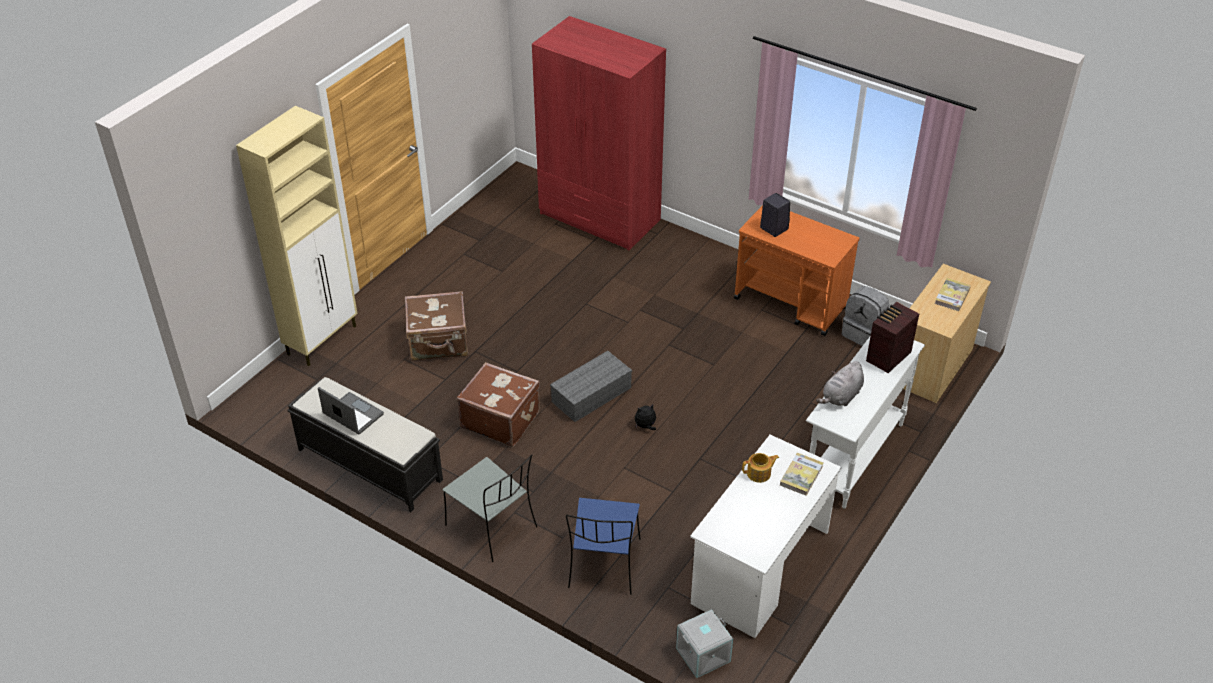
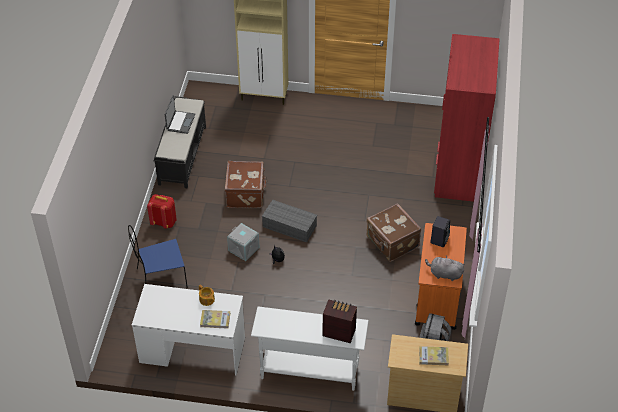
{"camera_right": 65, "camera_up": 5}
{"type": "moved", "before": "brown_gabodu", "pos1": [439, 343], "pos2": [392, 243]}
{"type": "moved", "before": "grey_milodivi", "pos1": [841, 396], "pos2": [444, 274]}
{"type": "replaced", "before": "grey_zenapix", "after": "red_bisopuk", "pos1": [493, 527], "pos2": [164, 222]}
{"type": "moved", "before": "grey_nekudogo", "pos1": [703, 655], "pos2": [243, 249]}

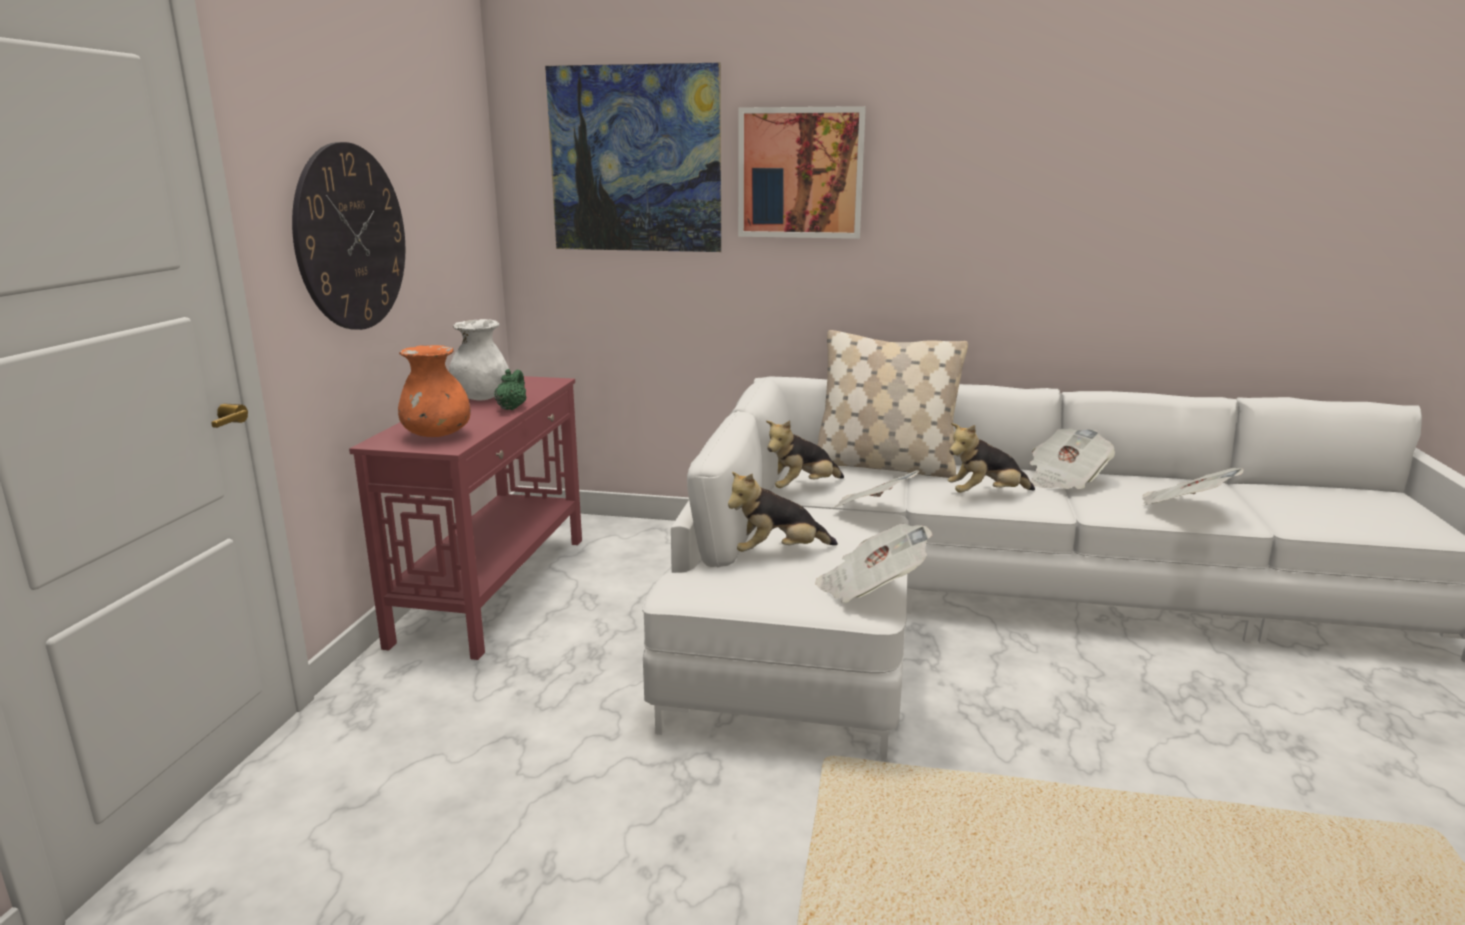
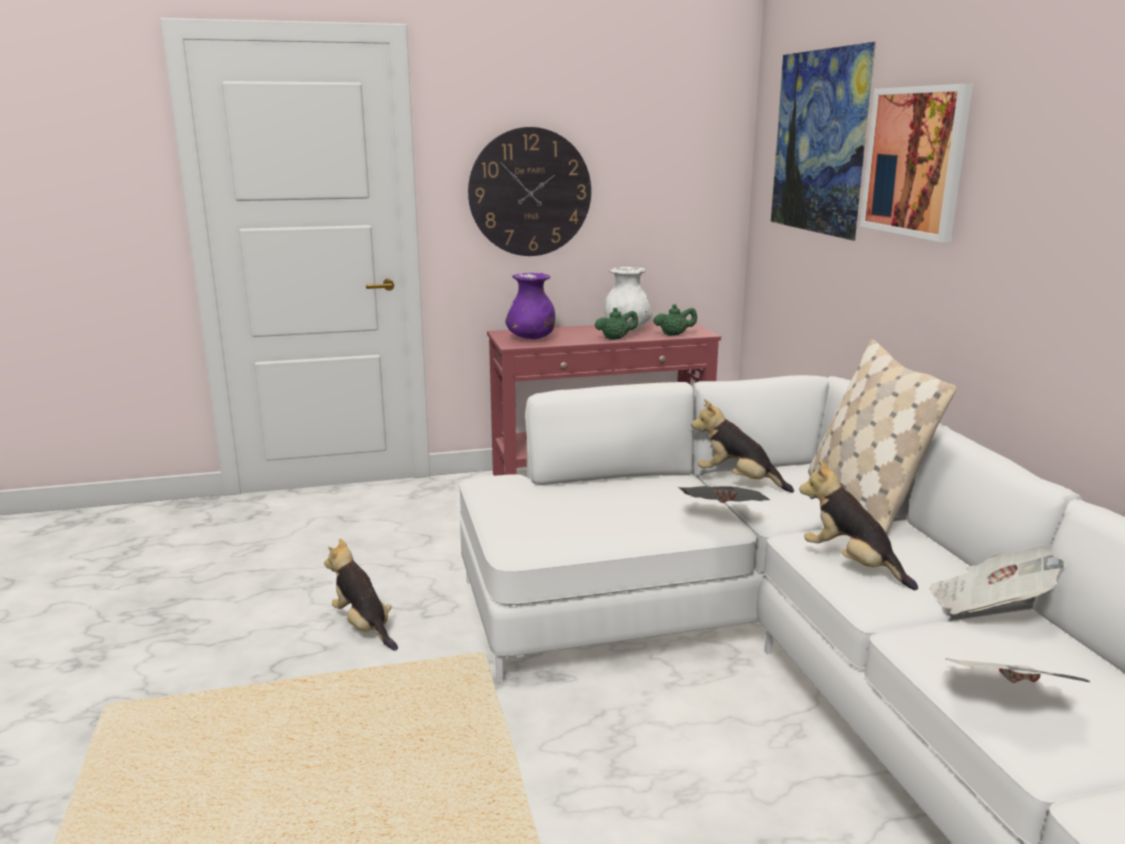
{"camera_right": 65, "camera_up": 0}
{"type": "recoloured", "before": "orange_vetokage", "after": "purple_vetokage", "pos1": [437, 436], "pos2": [531, 338]}
{"type": "moved", "before": "milodivi", "pos1": [777, 553], "pos2": [363, 626]}
{"type": "removed", "before": "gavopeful", "pos1": [870, 588]}
{"type": "added", "after": "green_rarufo", "pos2": [674, 335]}

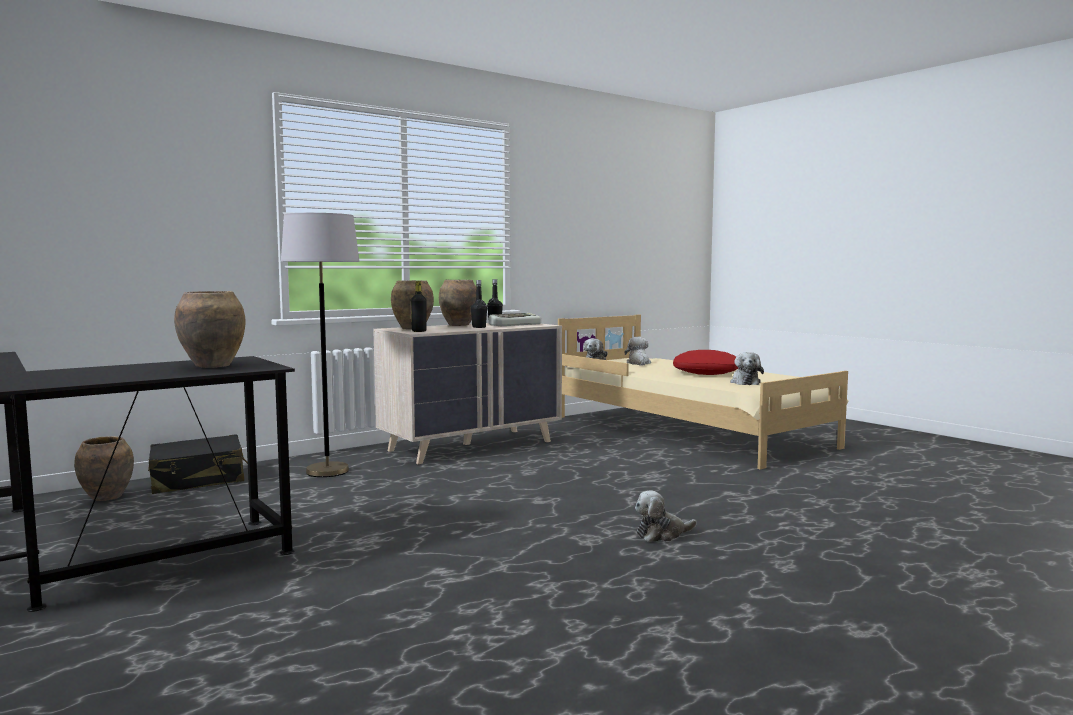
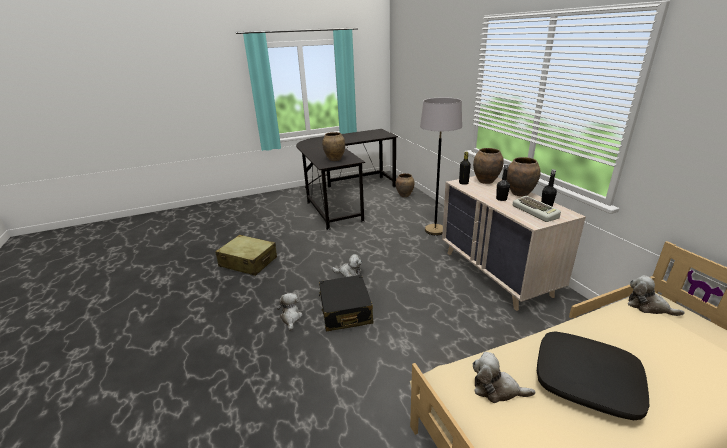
{"camera_right": 105, "camera_up": 20}
{"type": "moved", "before": "milodivi", "pos1": [638, 363], "pos2": [349, 273]}
{"type": "recoloured", "before": "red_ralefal", "after": "black_ralefal", "pos1": [705, 372], "pos2": [586, 380]}
{"type": "moved", "before": "black_gabodu", "pos1": [198, 480], "pos2": [345, 311]}
{"type": "added", "after": "beige_gabodu", "pos2": [248, 262]}

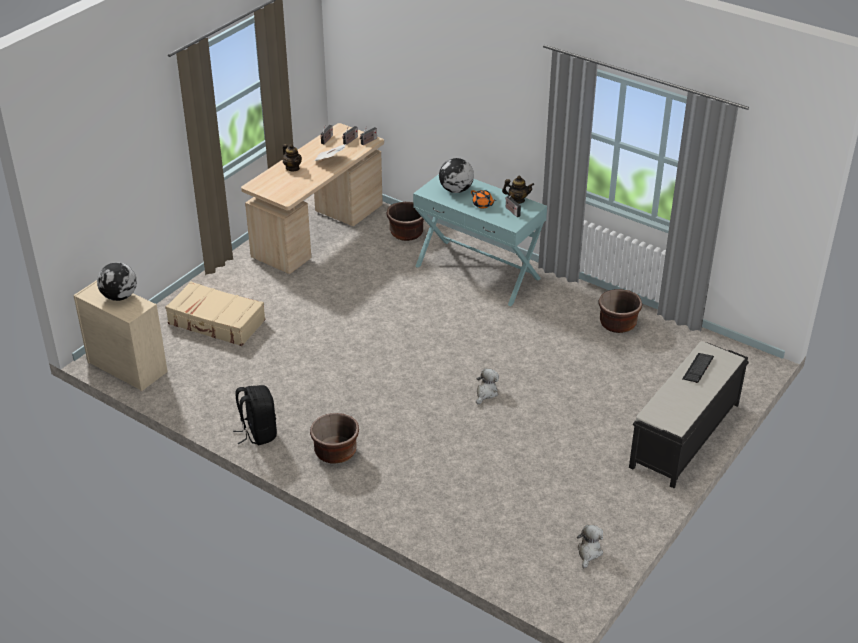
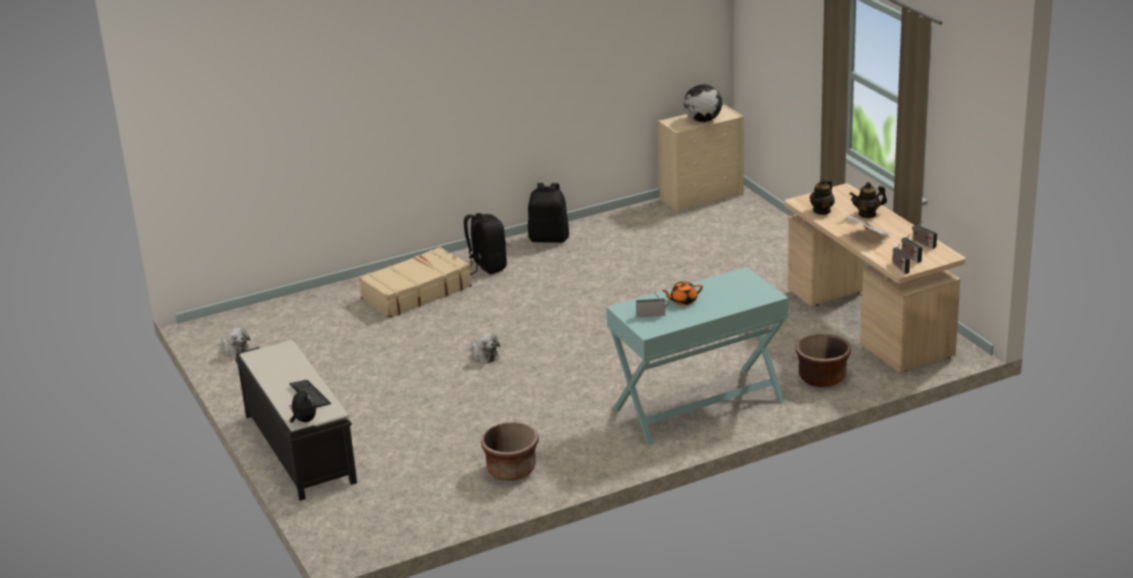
{"camera_right": 120, "camera_up": -10}
{"type": "removed", "before": "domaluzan", "pos1": [455, 190]}
{"type": "moved", "before": "rarufo", "pos1": [517, 200], "pos2": [822, 211]}
{"type": "moved", "before": "beige_gabodu", "pos1": [216, 323], "pos2": [416, 293]}
{"type": "replaced", "before": "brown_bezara", "after": "black_bisopuk", "pos1": [335, 452], "pos2": [486, 267]}
{"type": "added", "after": "milodivi", "pos2": [303, 421]}

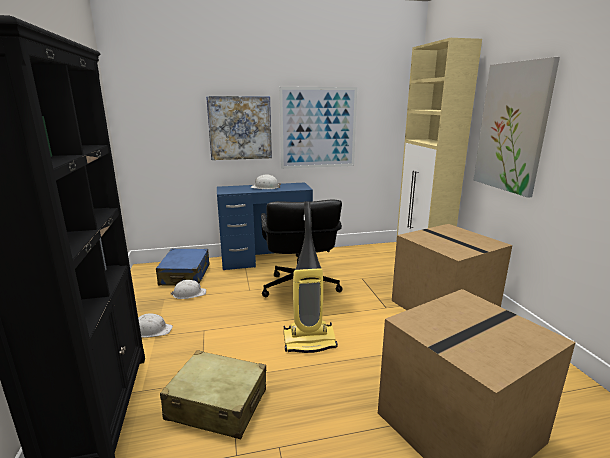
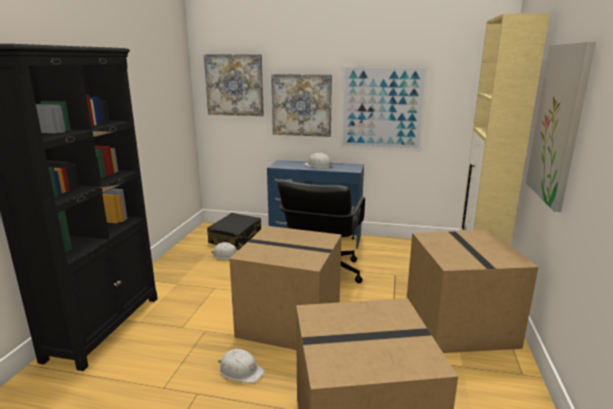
{"camera_right": 25, "camera_up": 0}
{"type": "replaced", "before": "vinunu", "after": "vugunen", "pos1": [309, 341], "pos2": [291, 320]}
{"type": "recoloured", "before": "blue_gabodu", "after": "black_gabodu", "pos1": [185, 275], "pos2": [235, 239]}
{"type": "moved", "before": "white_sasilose", "pos1": [151, 330], "pos2": [240, 370]}
{"type": "removed", "before": "beige_gabodu", "pos1": [217, 404]}
{"type": "added", "after": "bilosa", "pos2": [234, 85]}

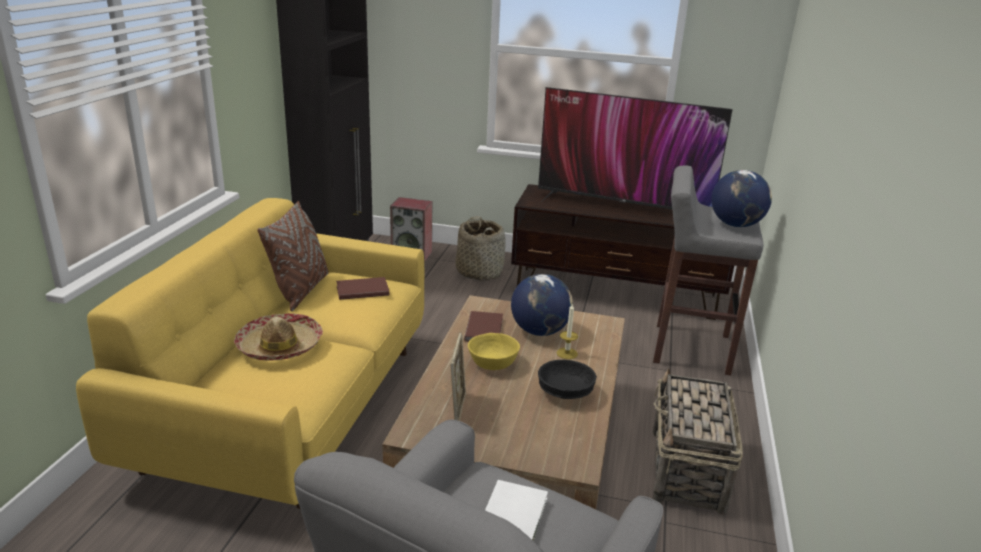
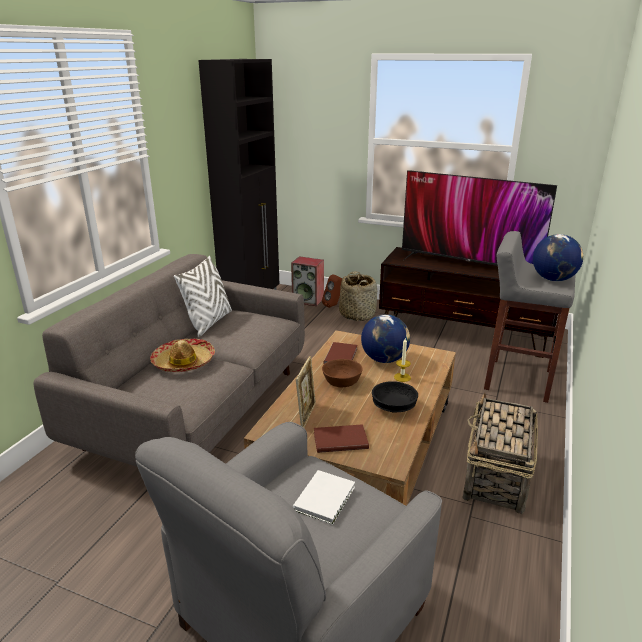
{"camera_right": 10, "camera_up": 0}
{"type": "recoloured", "before": "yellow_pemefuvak", "after": "grey_pemefuvak", "pos1": [291, 405], "pos2": [198, 407]}
{"type": "recoloured", "before": "brown_ralefal", "after": "white_ralefal", "pos1": [300, 291], "pos2": [208, 323]}
{"type": "moved", "before": "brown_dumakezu", "pos1": [361, 290], "pos2": [339, 440]}
{"type": "recoloured", "before": "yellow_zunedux", "after": "brown_zunedux", "pos1": [492, 363], "pos2": [341, 382]}
{"type": "added", "after": "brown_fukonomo", "pos2": [333, 305]}

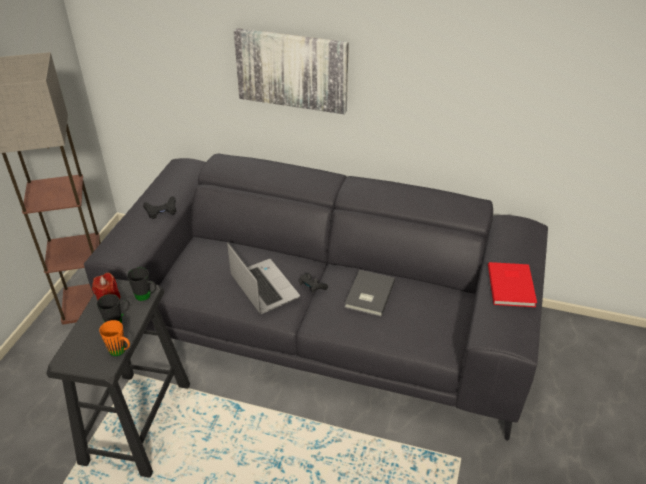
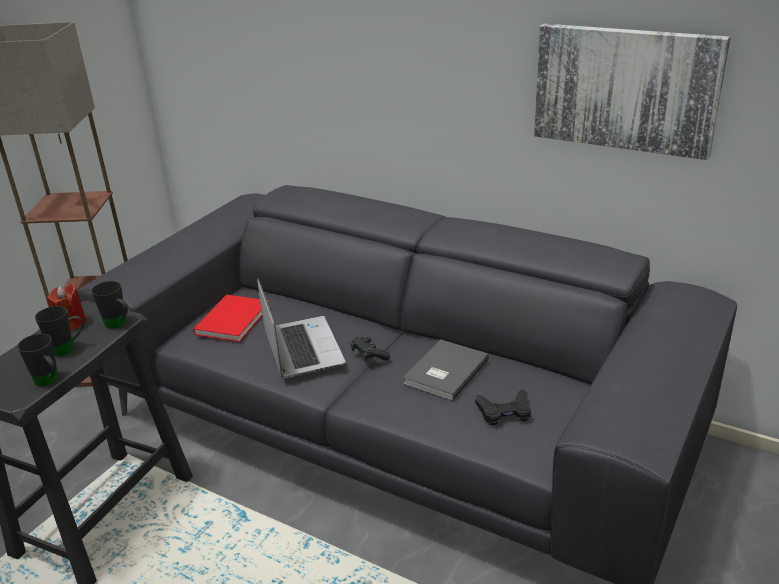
{"camera_right": 15, "camera_up": -10}
{"type": "moved", "before": "bilosa", "pos1": [292, 70], "pos2": [625, 89]}
{"type": "moved", "before": "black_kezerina", "pos1": [161, 210], "pos2": [504, 412]}
{"type": "moved", "before": "red_dumakezu", "pos1": [512, 285], "pos2": [235, 320]}
{"type": "recoloured", "before": "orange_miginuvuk", "after": "black_miginuvuk", "pos1": [121, 352], "pos2": [49, 382]}

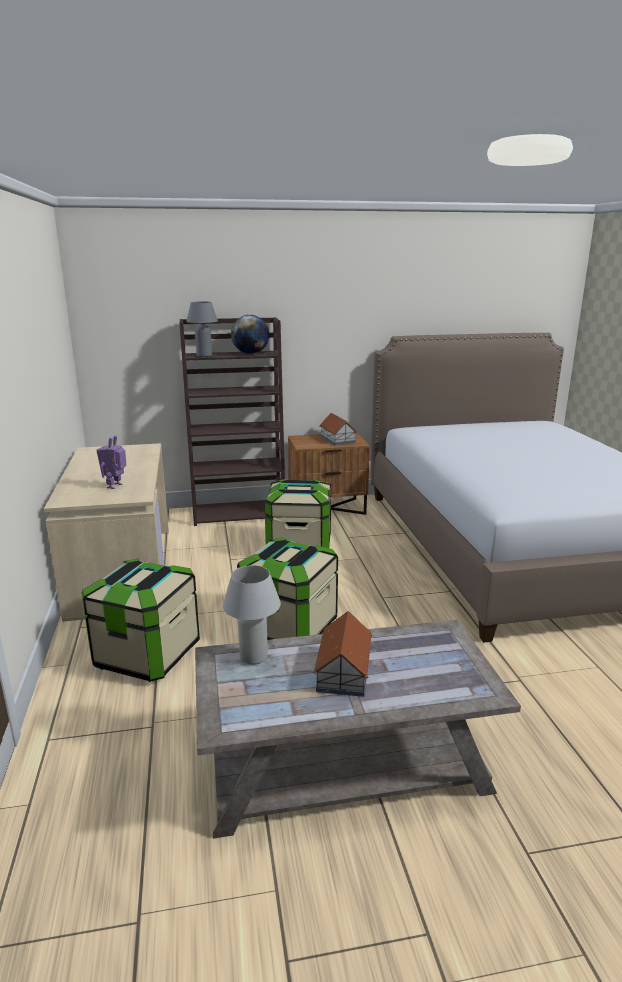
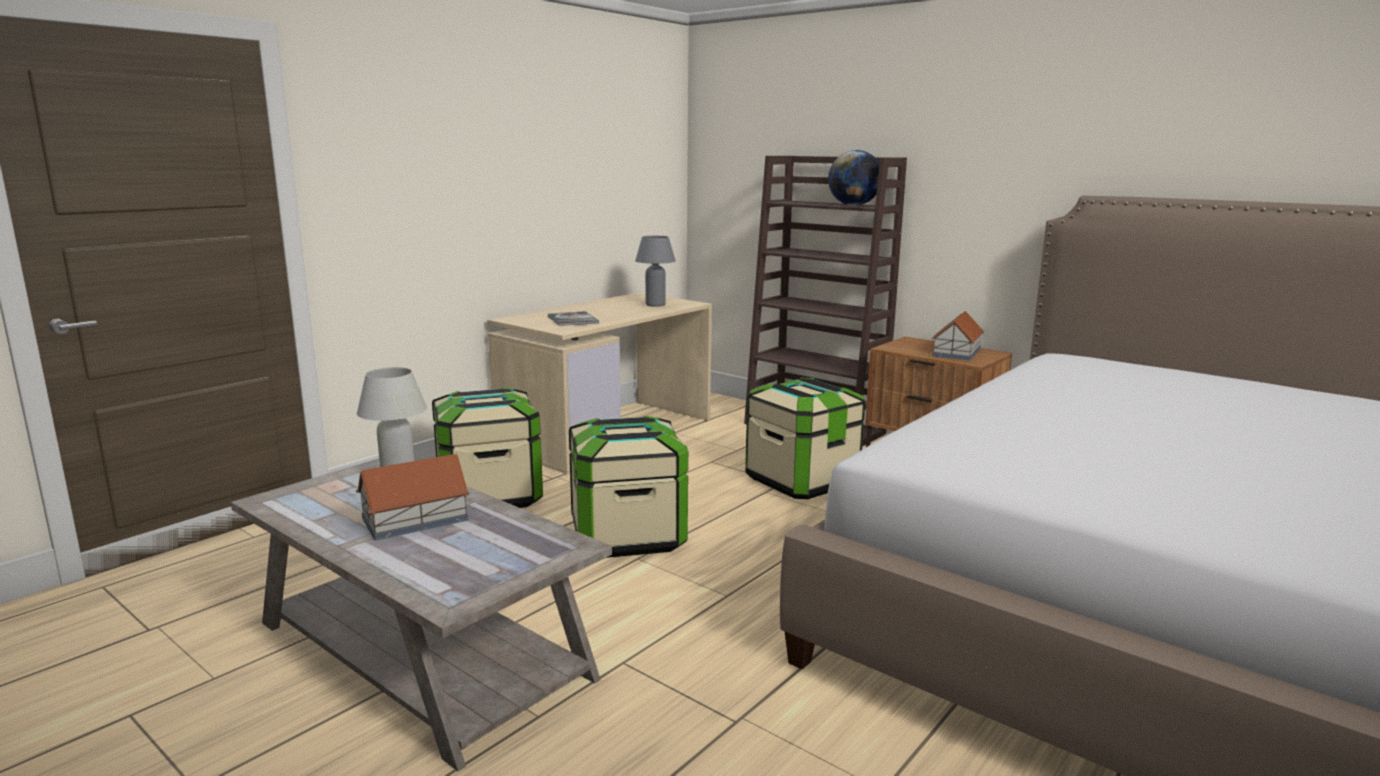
{"camera_right": 50, "camera_up": -5}
{"type": "moved", "before": "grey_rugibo", "pos1": [204, 356], "pos2": [655, 305]}
{"type": "replaced", "before": "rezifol", "after": "dumakezu", "pos1": [115, 486], "pos2": [572, 320]}

